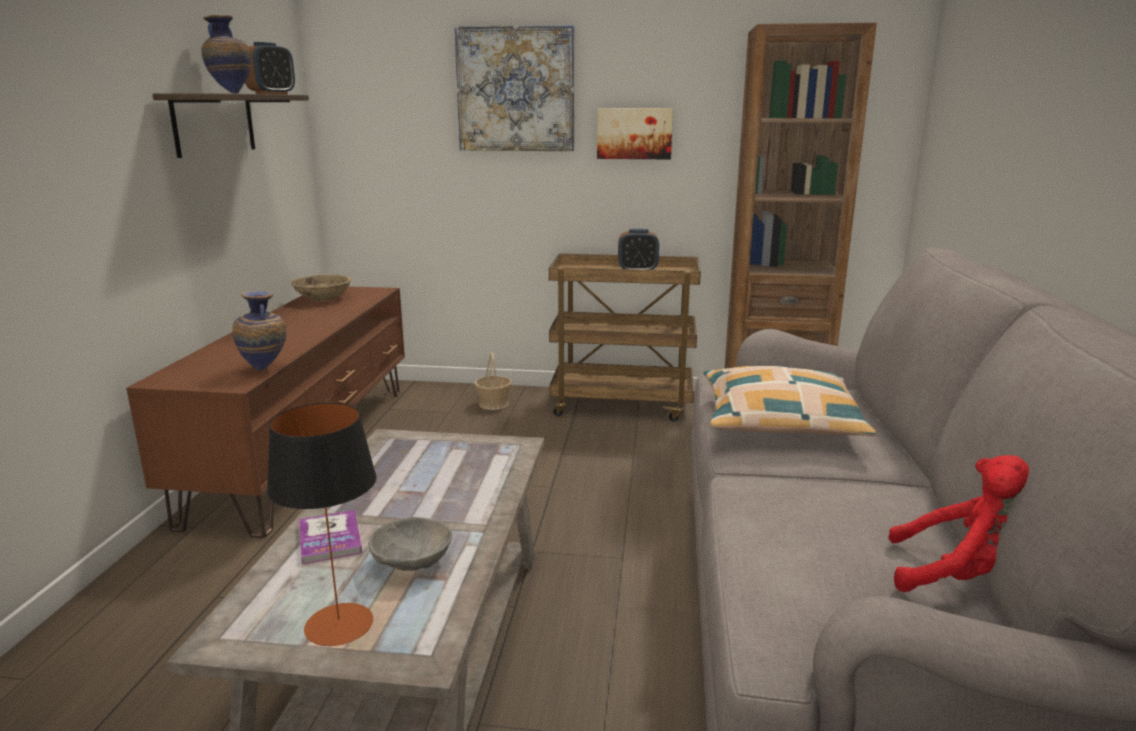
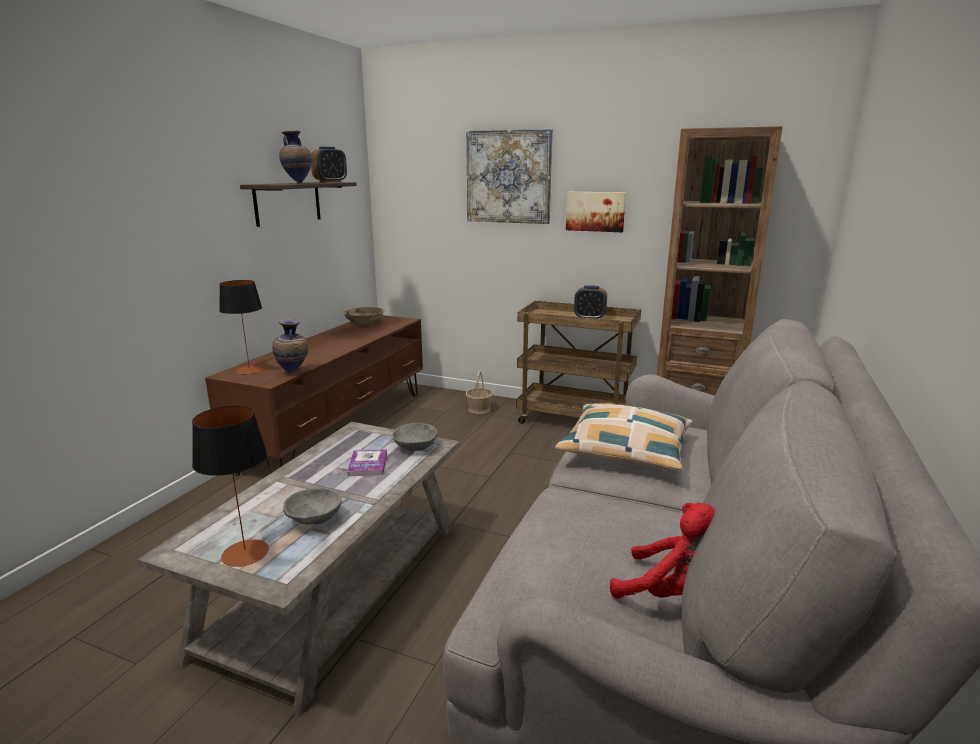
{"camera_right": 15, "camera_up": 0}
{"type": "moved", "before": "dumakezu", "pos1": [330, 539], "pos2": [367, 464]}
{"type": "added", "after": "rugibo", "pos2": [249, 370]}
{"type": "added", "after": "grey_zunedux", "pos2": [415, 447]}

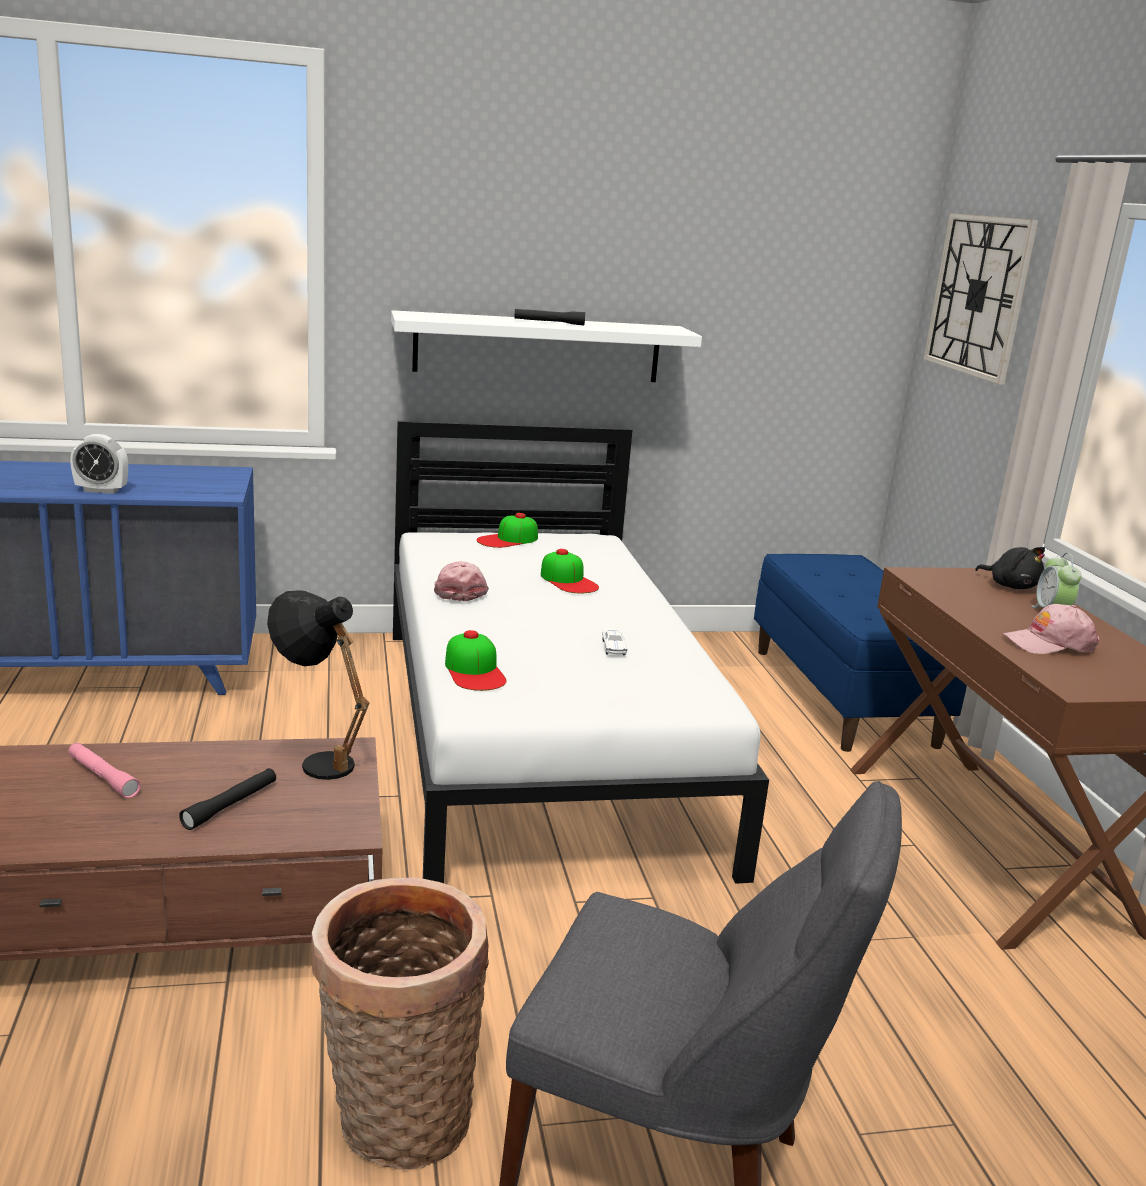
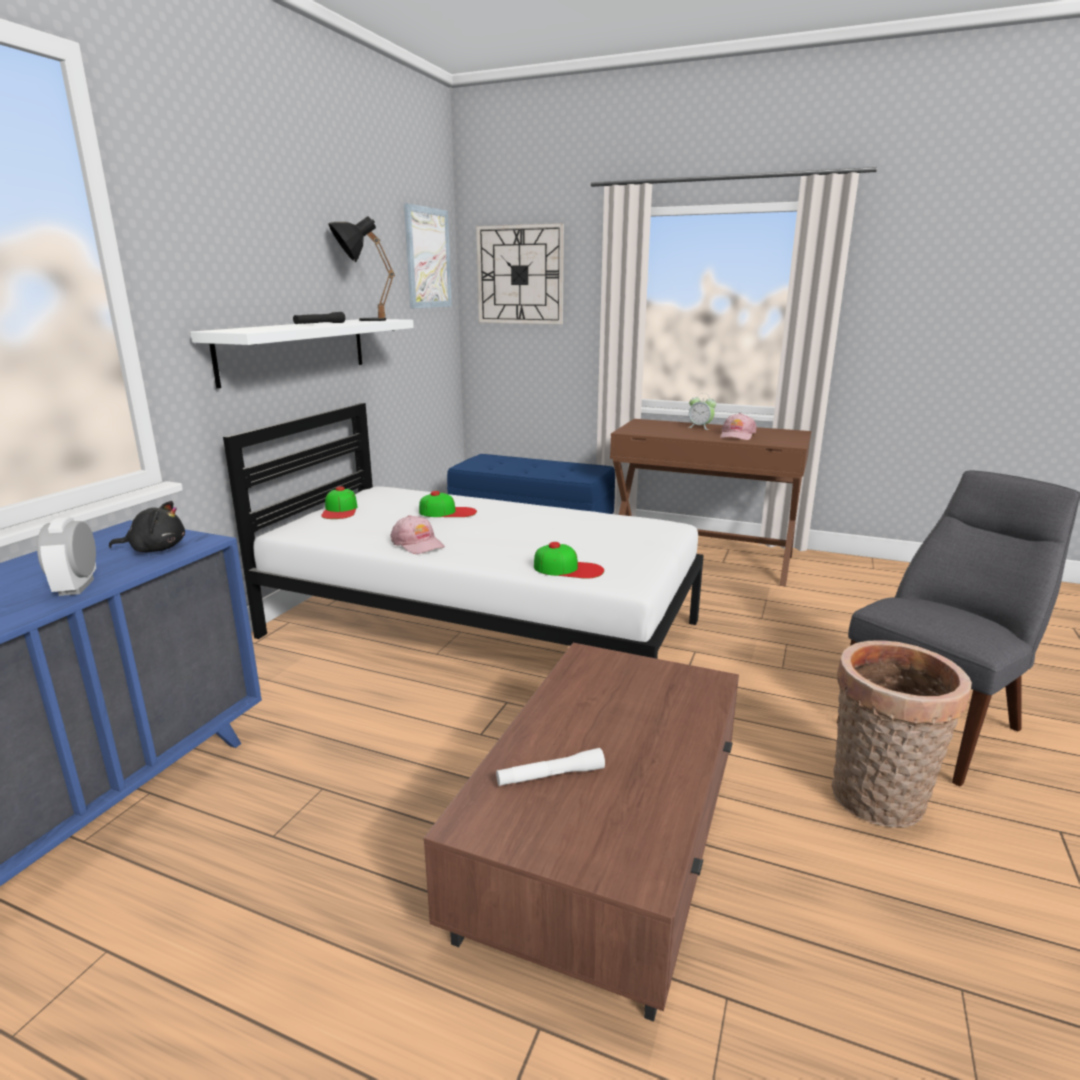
{"camera_right": -55, "camera_up": 0}
{"type": "turned", "before": "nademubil", "pos1": [101, 490], "pos2": [77, 587], "turn": 135}
{"type": "moved", "before": "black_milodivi", "pos1": [1011, 586], "pos2": [155, 549]}
{"type": "turned", "before": "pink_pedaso", "pos1": [458, 590], "pos2": [418, 544], "turn": -150}
{"type": "moved", "before": "black_rugibo", "pos1": [317, 759], "pos2": [362, 320]}
{"type": "removed", "before": "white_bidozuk", "pos1": [613, 647]}
{"type": "recoloured", "before": "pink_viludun", "after": "white_viludun", "pos1": [103, 777], "pos2": [550, 776]}
{"type": "removed", "before": "black_viludun", "pos1": [230, 805]}
{"type": "added", "after": "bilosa", "pos2": [428, 258]}

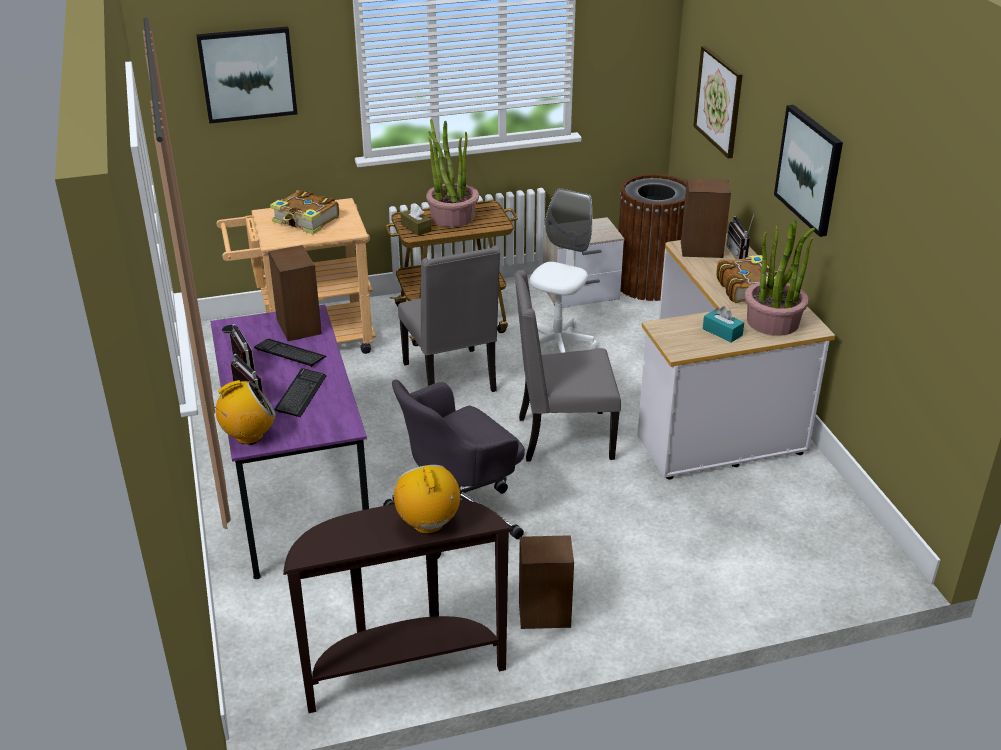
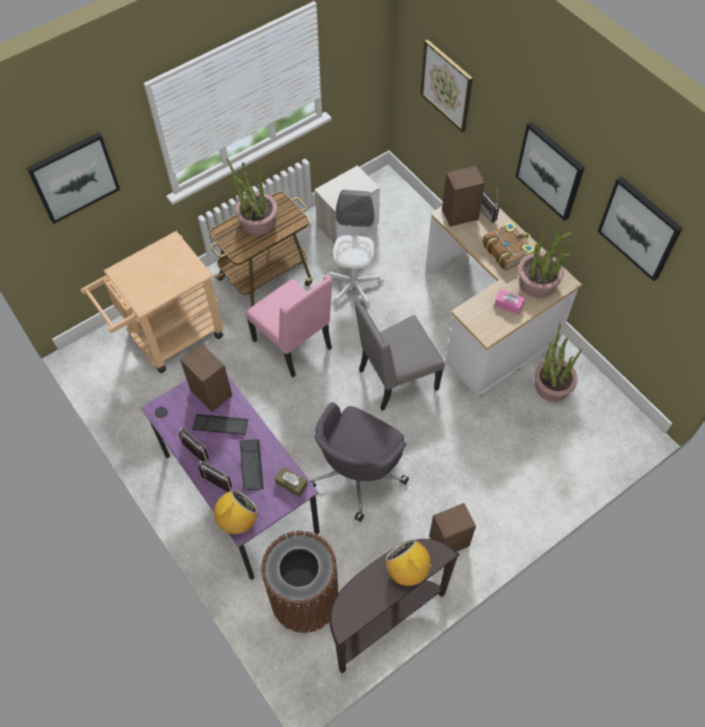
{"camera_right": -20, "camera_up": 25}
{"type": "moved", "before": "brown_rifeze", "pos1": [648, 283], "pos2": [304, 598]}
{"type": "removed", "before": "dumakezu", "pos1": [306, 221]}
{"type": "moved", "before": "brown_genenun", "pos1": [416, 228], "pos2": [291, 484]}
{"type": "recoloured", "before": "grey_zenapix", "after": "pink_zenapix", "pos1": [452, 378], "pos2": [294, 345]}
{"type": "recoloured", "before": "turquoise_genenun", "after": "pink_genenun", "pos1": [722, 332], "pos2": [508, 305]}
{"type": "added", "after": "bilosa", "pos2": [639, 228]}
{"type": "added", "after": "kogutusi", "pos2": [552, 386]}

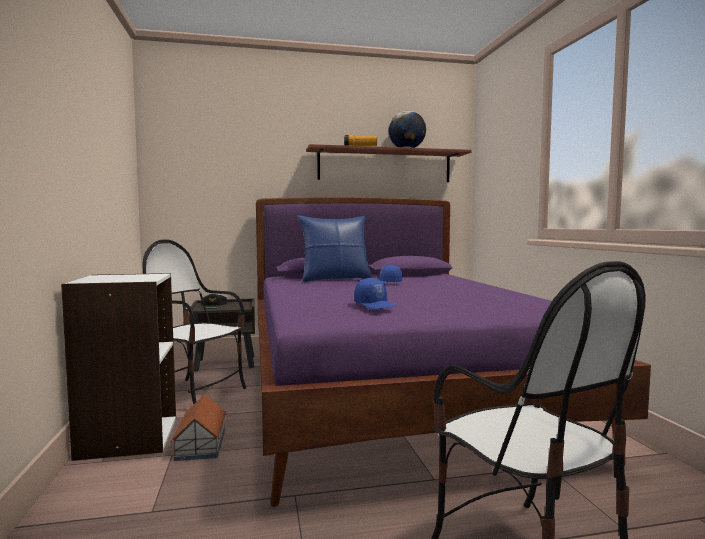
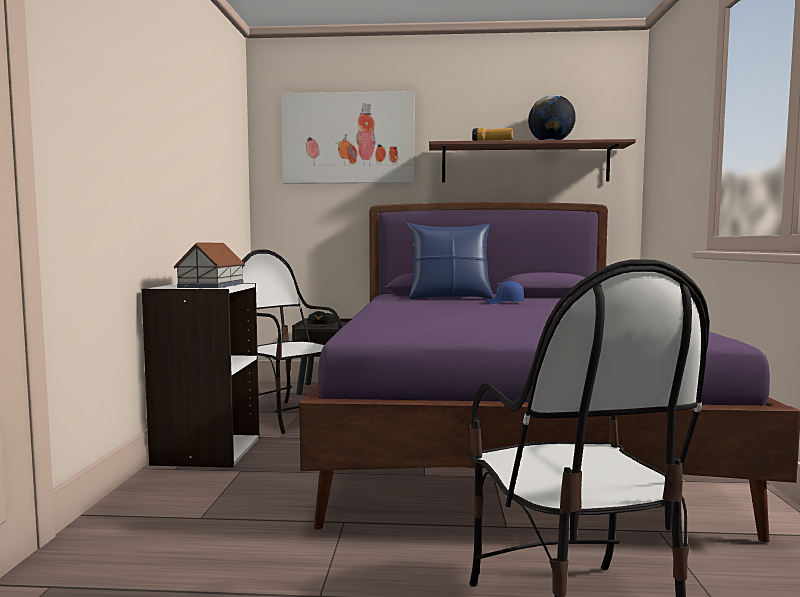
{"camera_right": 15, "camera_up": 0}
{"type": "removed", "before": "blue_pedaso", "pos1": [375, 305]}
{"type": "moved", "before": "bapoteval", "pos1": [201, 444], "pos2": [212, 285]}
{"type": "added", "after": "bilosa", "pos2": [348, 138]}

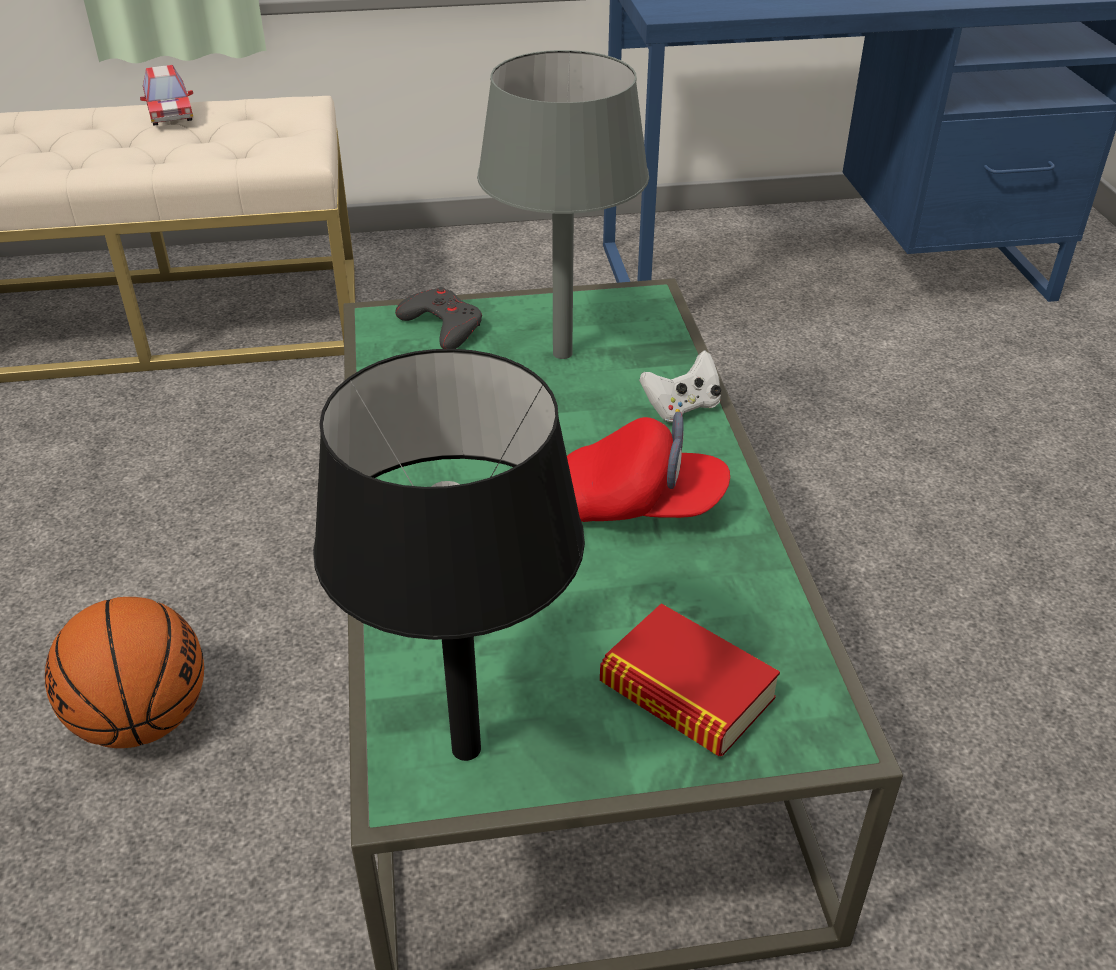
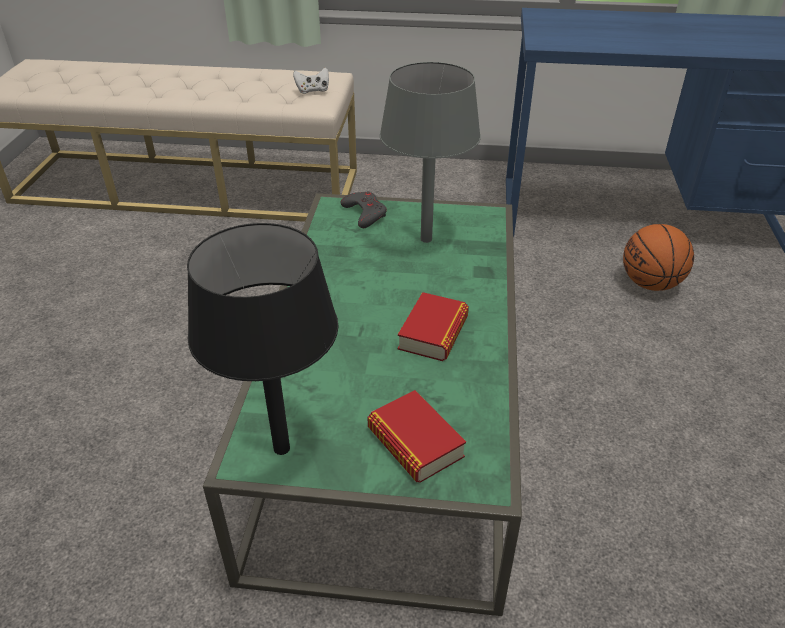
{"camera_right": 15, "camera_up": 0}
{"type": "removed", "before": "bidozuk", "pos1": [170, 115]}
{"type": "moved", "before": "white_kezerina", "pos1": [682, 407], "pos2": [312, 90]}
{"type": "replaced", "before": "red_pedaso", "after": "dumakezu", "pos1": [639, 505], "pos2": [433, 333]}
{"type": "moved", "before": "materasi", "pos1": [143, 719], "pos2": [650, 284]}

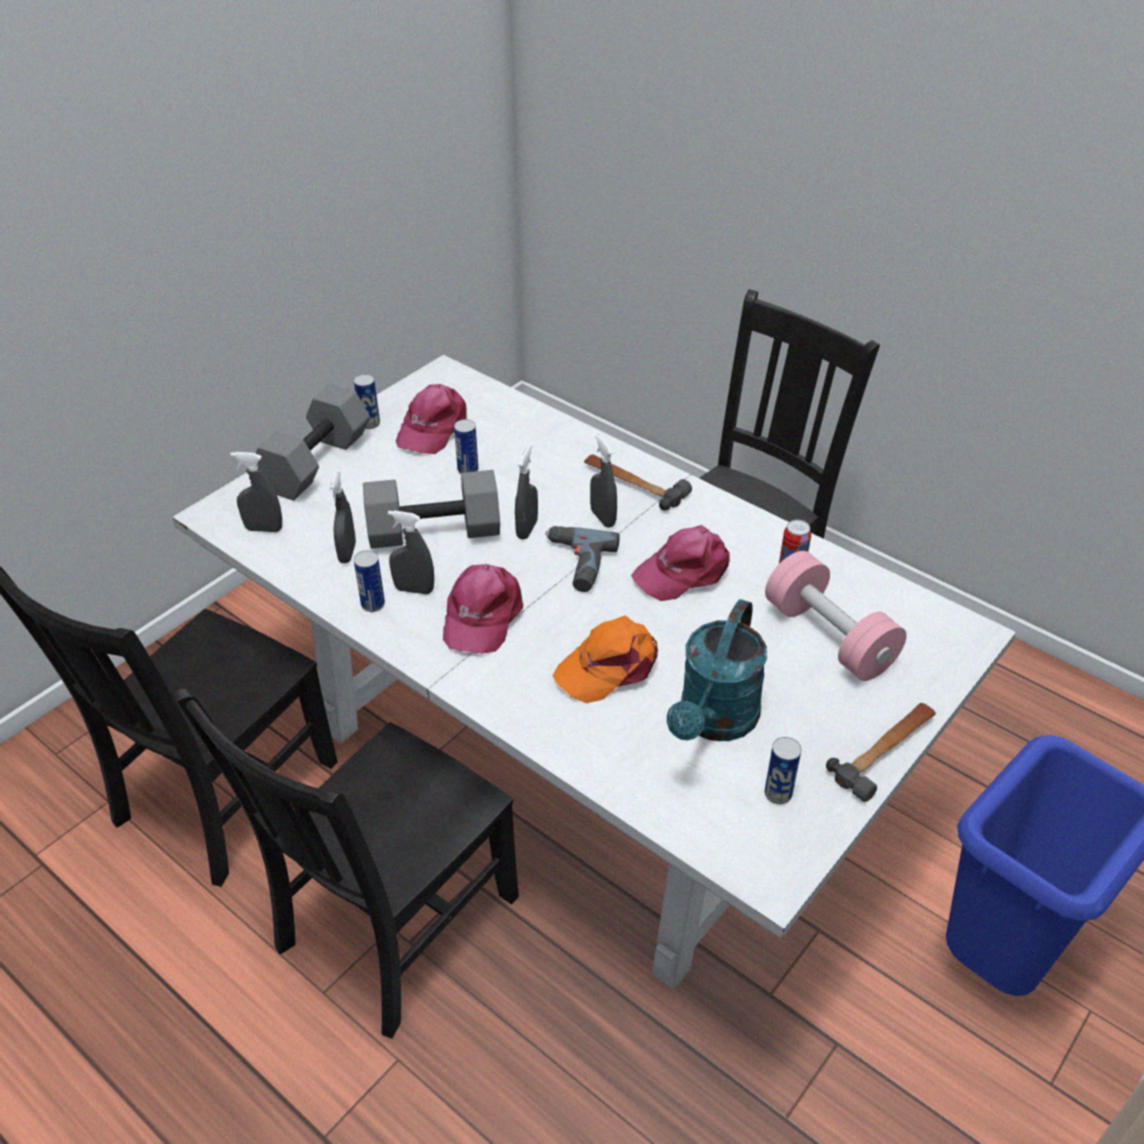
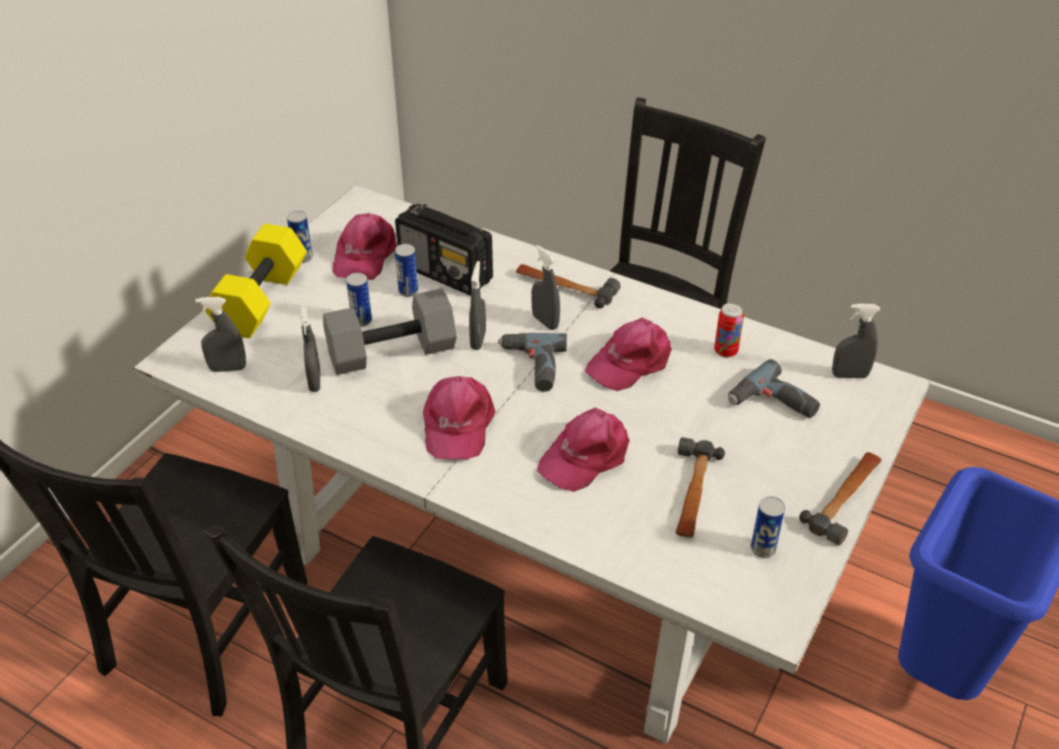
{"camera_right": -10, "camera_up": 0}
{"type": "recoloured", "before": "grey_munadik", "after": "yellow_munadik", "pos1": [317, 464], "pos2": [262, 301]}
{"type": "moved", "before": "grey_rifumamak", "pos1": [414, 589], "pos2": [849, 375]}
{"type": "moved", "before": "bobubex", "pos1": [373, 604], "pos2": [361, 321]}
{"type": "replaced", "before": "pink_munadik", "after": "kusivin", "pos1": [829, 637], "pos2": [773, 405]}
{"type": "replaced", "before": "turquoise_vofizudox", "after": "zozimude", "pos1": [714, 722], "pos2": [691, 493]}
{"type": "recoloured", "before": "orange_pedaso", "after": "pink_pedaso", "pos1": [609, 666], "pos2": [586, 455]}
{"type": "added", "after": "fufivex", "pos2": [446, 273]}

